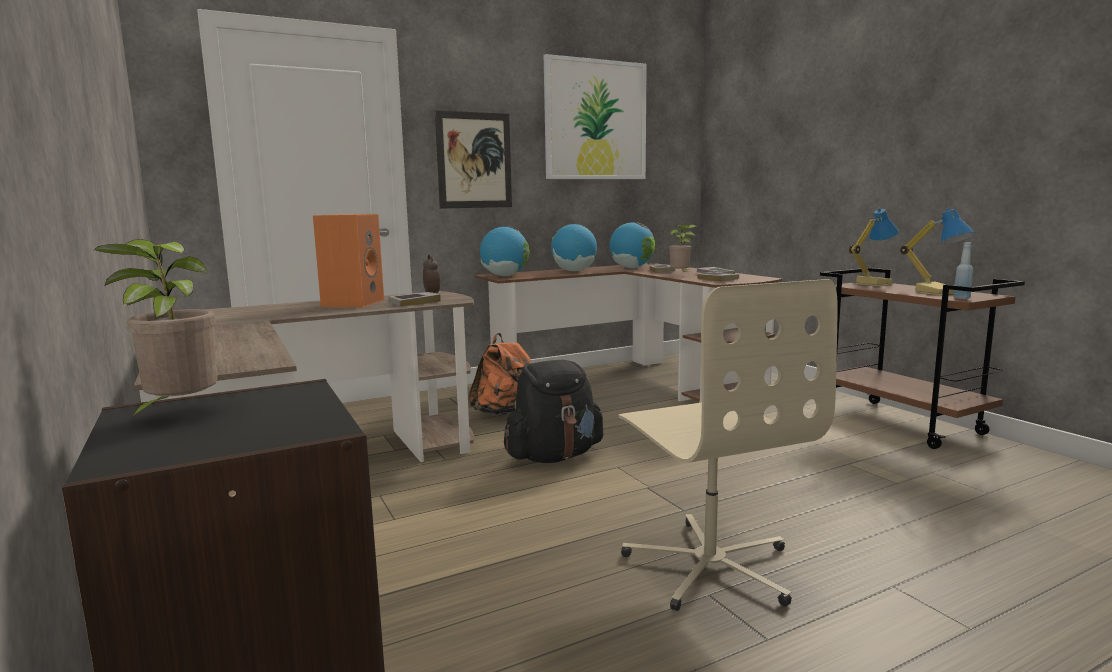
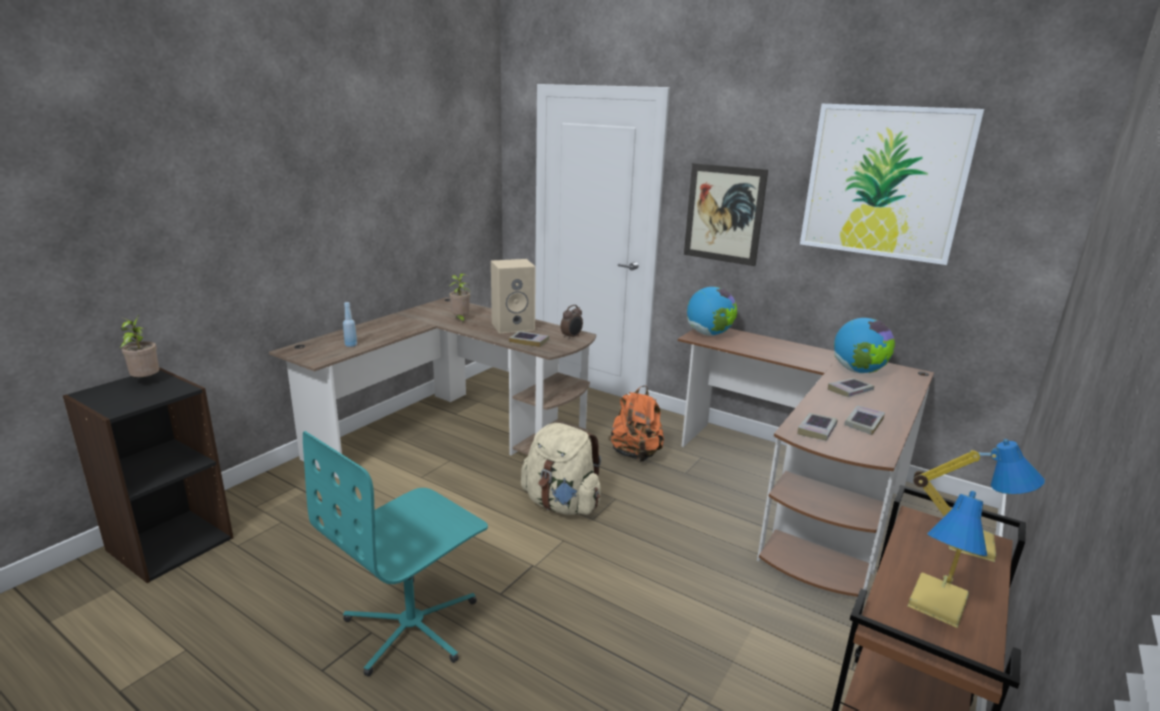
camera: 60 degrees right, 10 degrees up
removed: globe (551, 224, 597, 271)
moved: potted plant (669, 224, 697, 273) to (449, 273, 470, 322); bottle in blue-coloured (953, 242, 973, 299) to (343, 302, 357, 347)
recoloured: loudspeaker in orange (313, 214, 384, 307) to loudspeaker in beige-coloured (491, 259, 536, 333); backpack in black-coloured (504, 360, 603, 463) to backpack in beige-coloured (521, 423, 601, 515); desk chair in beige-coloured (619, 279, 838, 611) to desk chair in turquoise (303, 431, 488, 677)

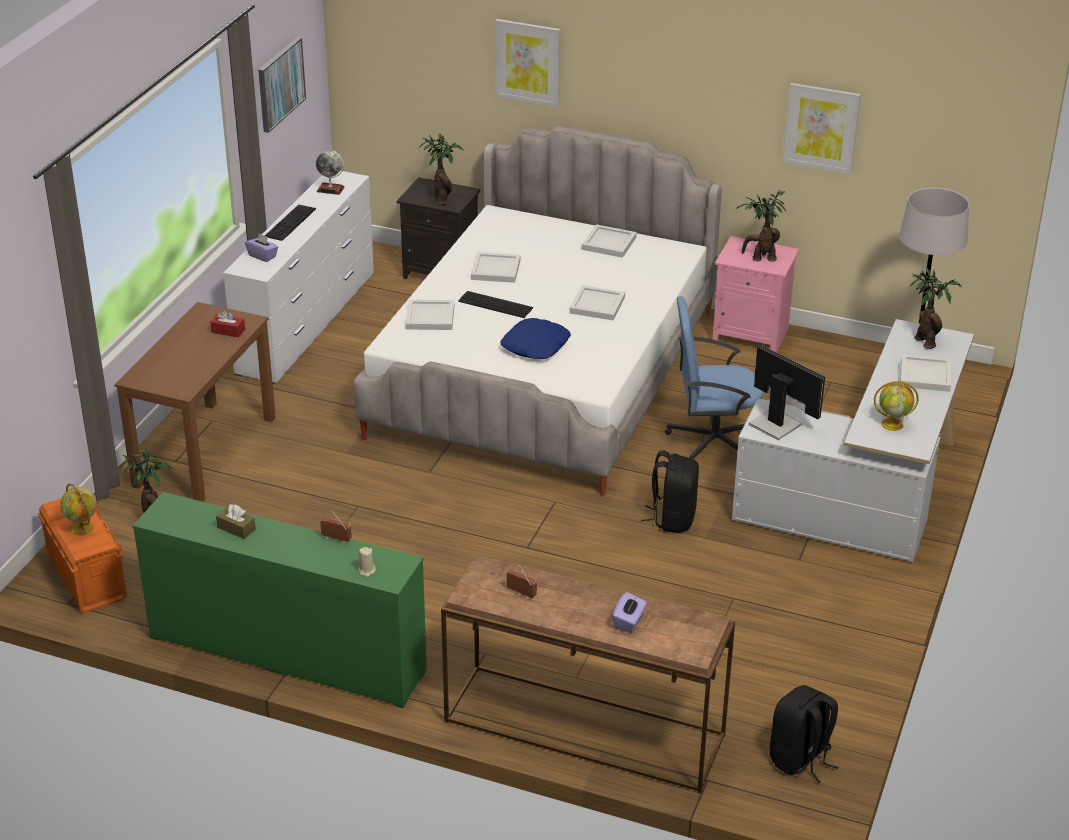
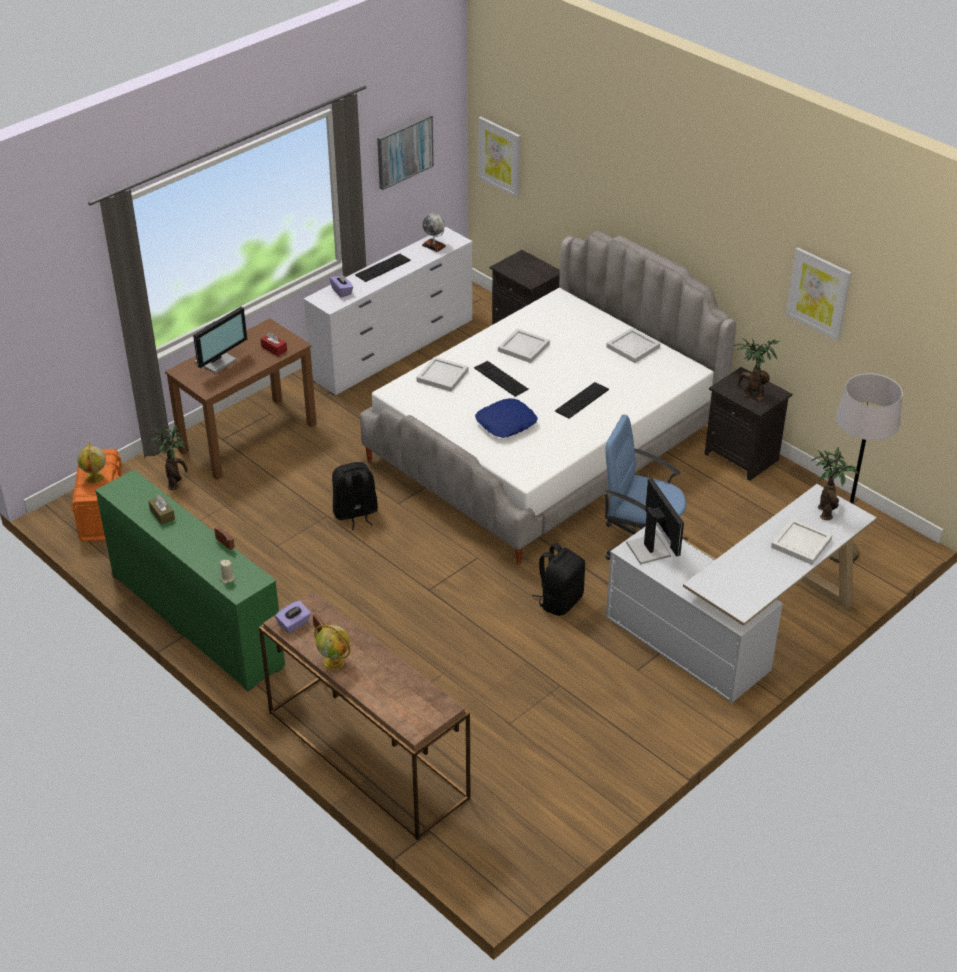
camera: 25 degrees right, 5 degrees up
removed: potted plant (419, 133, 463, 205)
added: computer screen (193, 307, 247, 374)
moved: picture (495, 19, 560, 107) to (478, 117, 520, 198); box of tissues in purple (612, 592, 647, 633) to (275, 600, 311, 633); backpack in black-coloured (769, 685, 839, 783) to (332, 462, 378, 530); globe (874, 381, 919, 431) to (314, 625, 350, 670)
replaced: tray in white-coloured (569, 285, 625, 321) to computer keyboard (555, 382, 609, 419)
recoloured: nightstand in pink (713, 236, 799, 353) to nightstand in black-coloured (705, 367, 792, 481)

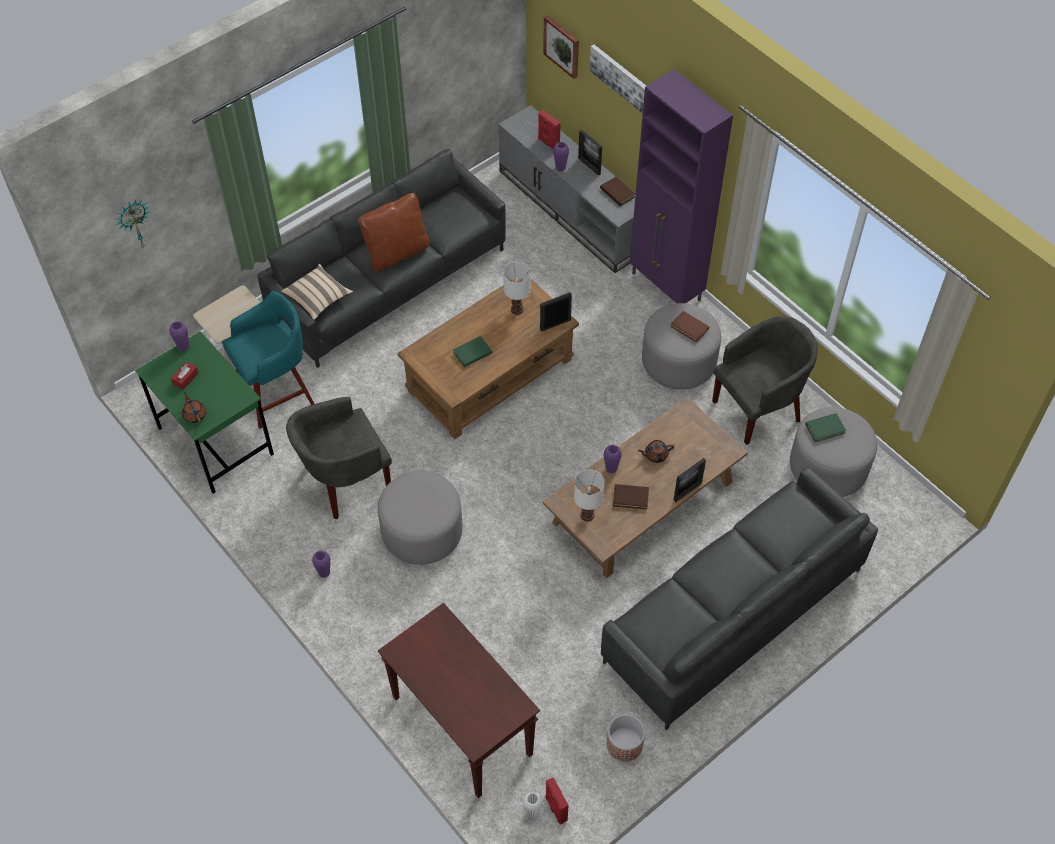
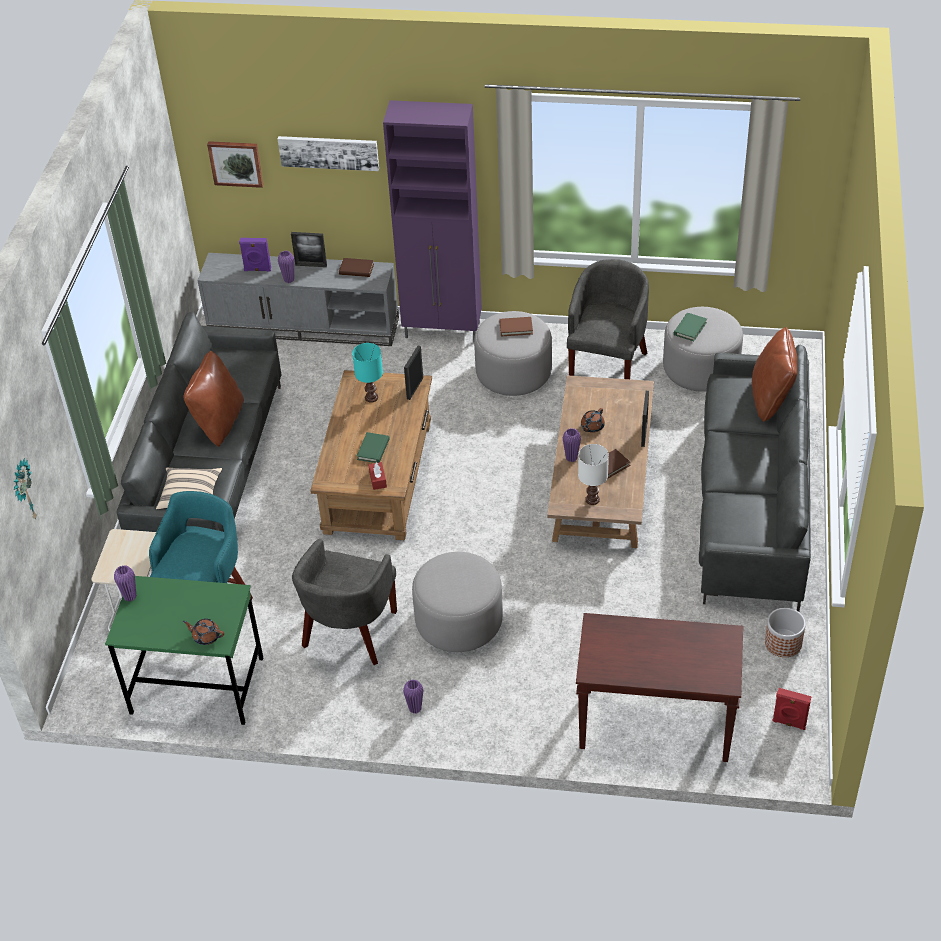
camera: 40 degrees left, 10 degrees down
removed: decorative vase in white-coloured (522, 792, 542, 818)
added: throw pillow in brown (752, 327, 797, 422)
moved: box of tissues in red-coloured (171, 362, 198, 390) to (368, 462, 387, 490)
recoloured: lamp for a table in white-coloured (503, 262, 531, 315) to lamp for a table in turquoise (352, 343, 383, 403); loudspeaker in red-coloured (538, 110, 560, 150) to loudspeaker in purple (239, 238, 271, 271)

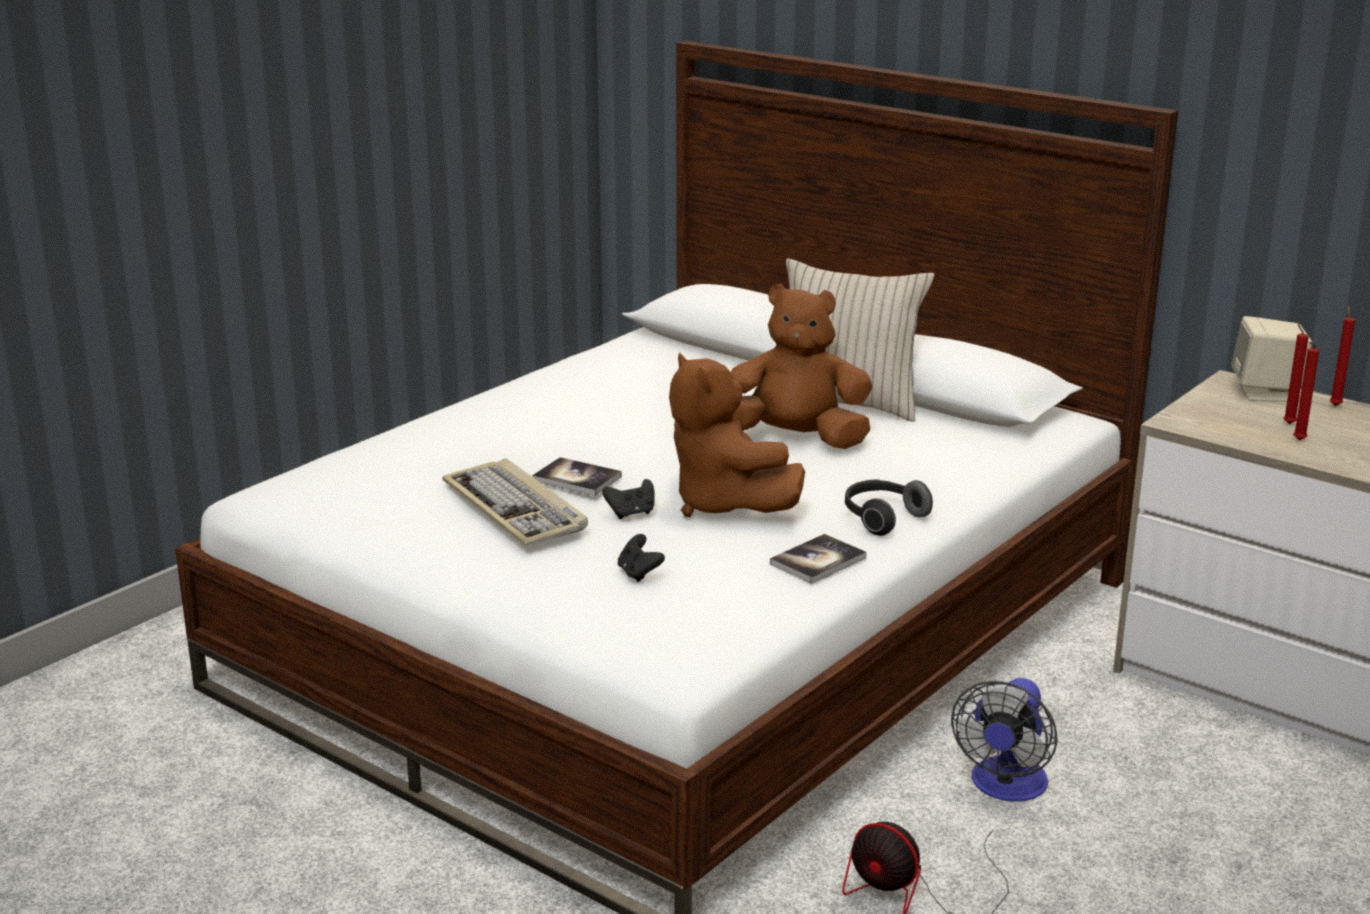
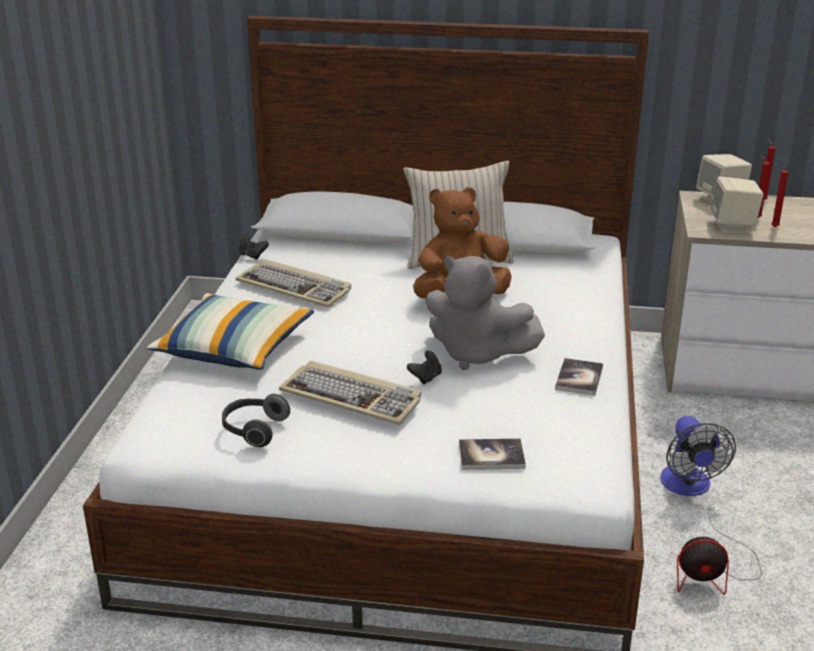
camera: 30 degrees left, 5 degrees up
added: throw pillow (147, 293, 314, 370); computer keyboard (236, 259, 351, 308); loudspeaker in beige-coloured (710, 177, 764, 233)
moved: volume (532, 457, 622, 496) to (459, 439, 526, 470); gamepad in black-coloured (618, 534, 665, 582) to (239, 235, 269, 260); headset (845, 480, 933, 536) to (222, 394, 290, 447)
recoloured: soft toy in brown (669, 353, 805, 517) to soft toy in grey (425, 255, 545, 370)

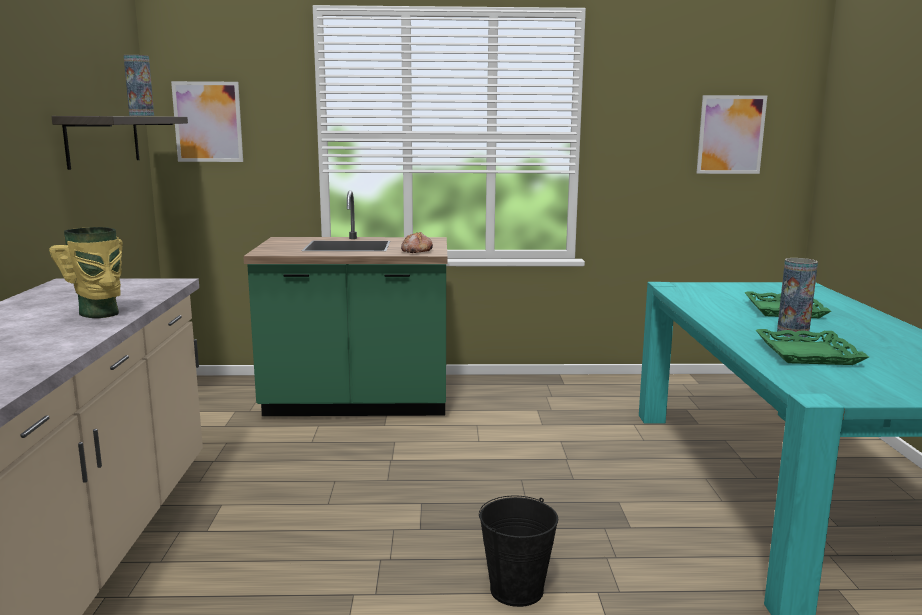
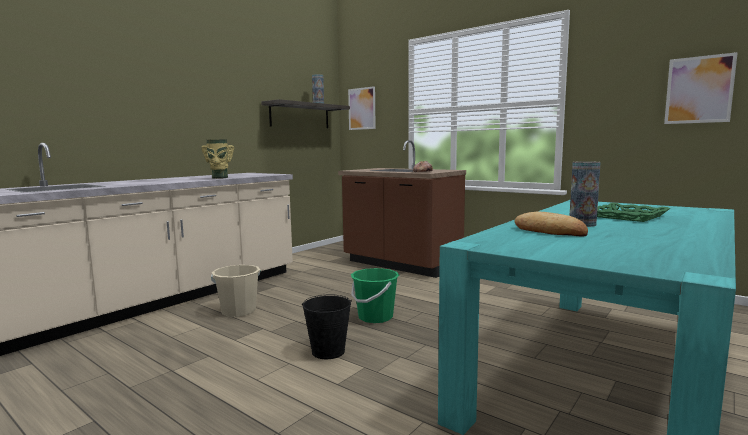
camera: 40 degrees right, 5 degrees down
added: bucket in beige-coloured (211, 265, 261, 317); bucket in green (351, 268, 399, 323)
replaced: tray in green (756, 329, 869, 365) to bread (514, 212, 588, 236)
recoloured: counter in green (243, 190, 447, 416) to counter in brown (338, 140, 466, 278)

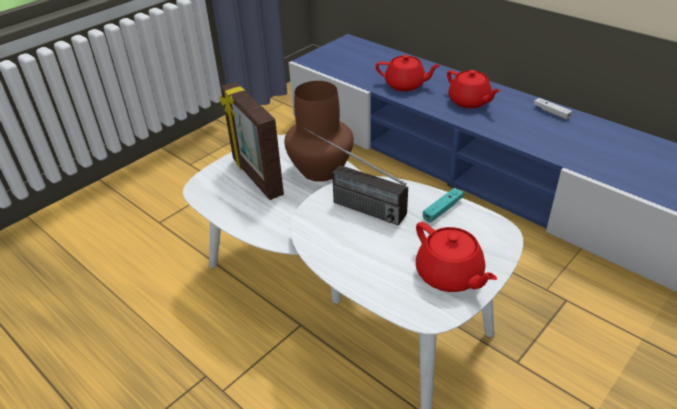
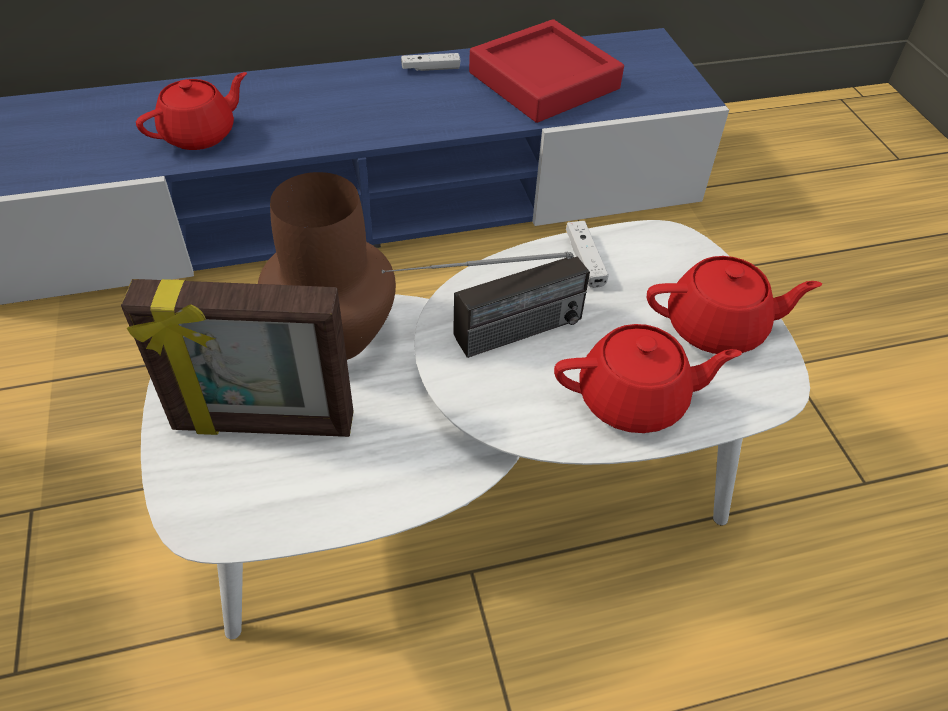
camera: 60 degrees left, 10 degrees up
added: tray in red-coloured (469, 19, 624, 123)
moved: pot for tea in red-coloured (447, 70, 500, 108) to (554, 324, 742, 433)
recoloured: gamepad in turquoise (423, 188, 464, 222) to gamepad in white-coloured (566, 221, 609, 288)

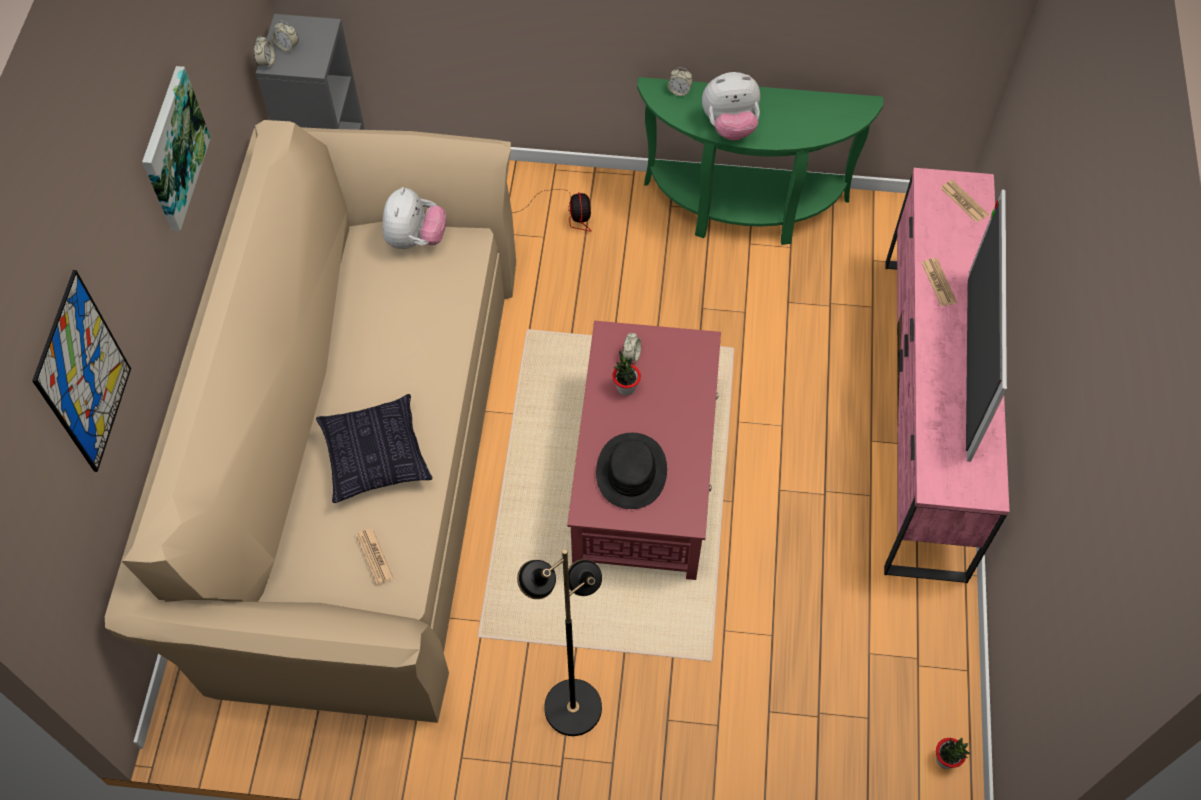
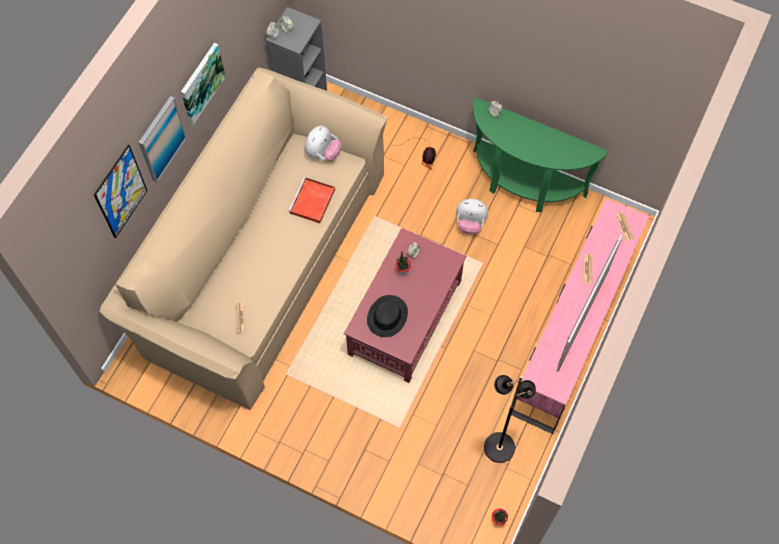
camera: 20 degrees right, 5 degrees up
removed: throw pillow (316, 394, 432, 503)
added: picture (138, 96, 187, 182); tray in red-coloured (288, 177, 335, 223)
moved: standard lamp in black-coloured (517, 549, 602, 736) to (484, 375, 536, 463); soft toy (702, 72, 760, 141) to (457, 199, 488, 234)

